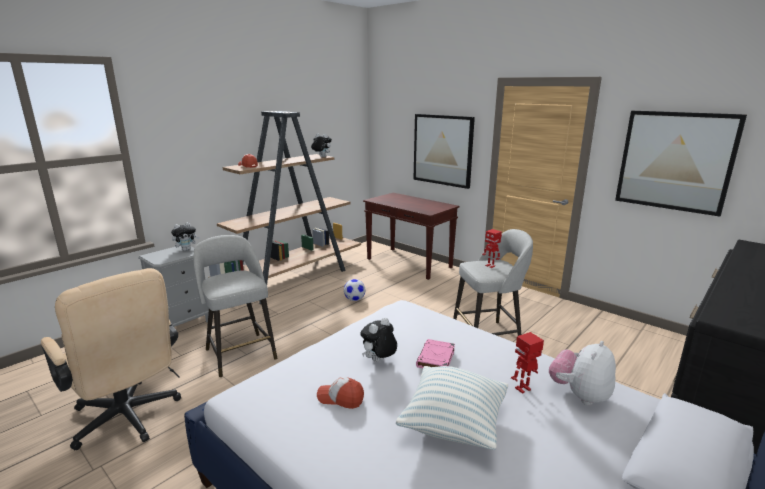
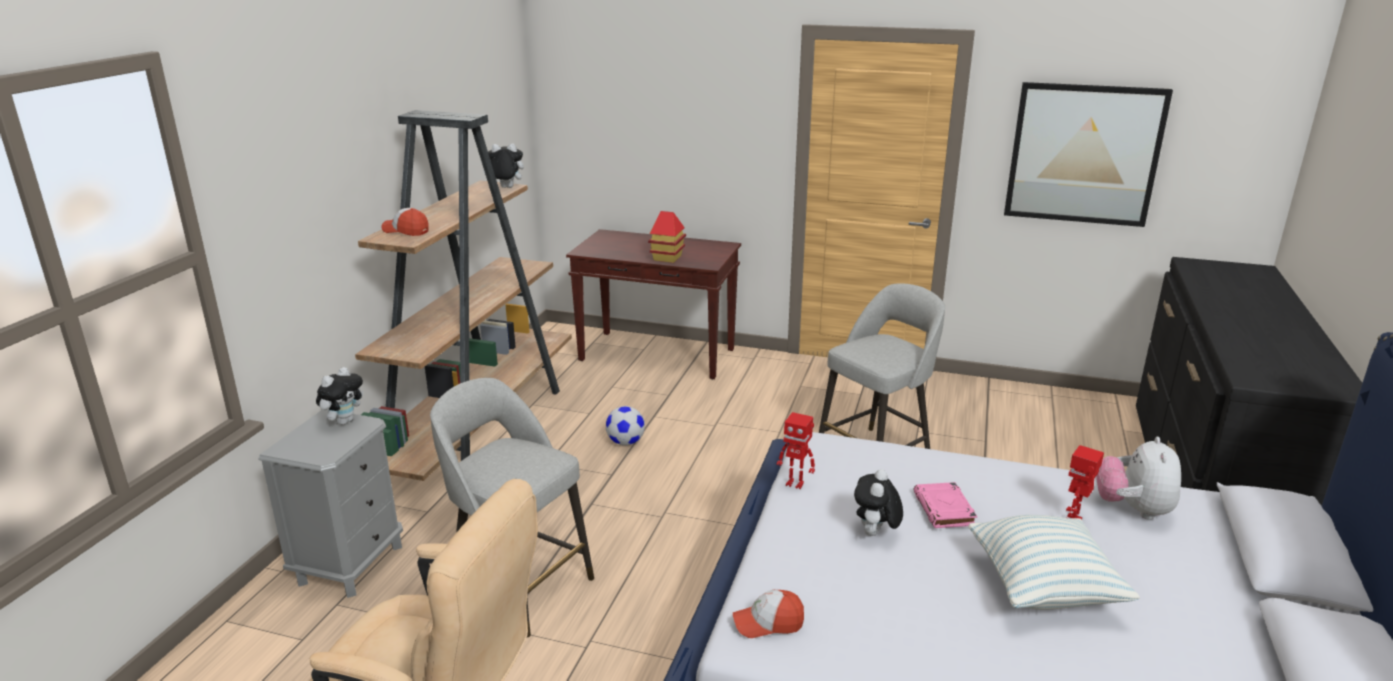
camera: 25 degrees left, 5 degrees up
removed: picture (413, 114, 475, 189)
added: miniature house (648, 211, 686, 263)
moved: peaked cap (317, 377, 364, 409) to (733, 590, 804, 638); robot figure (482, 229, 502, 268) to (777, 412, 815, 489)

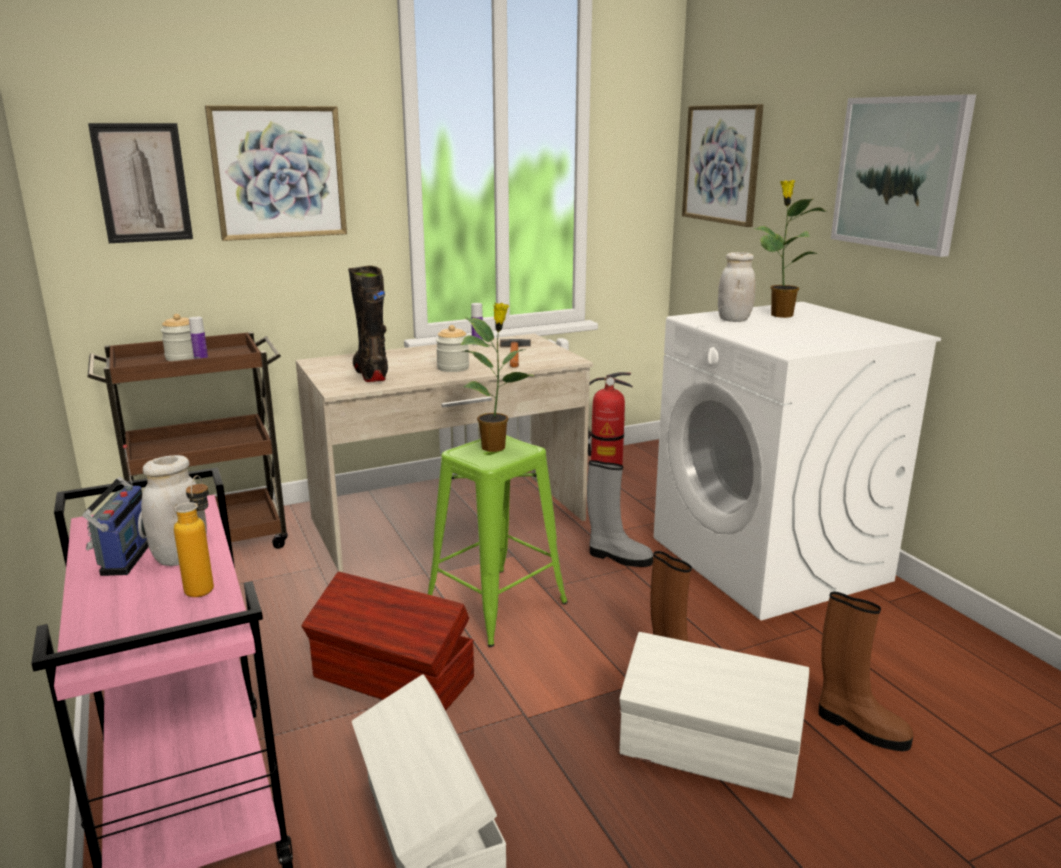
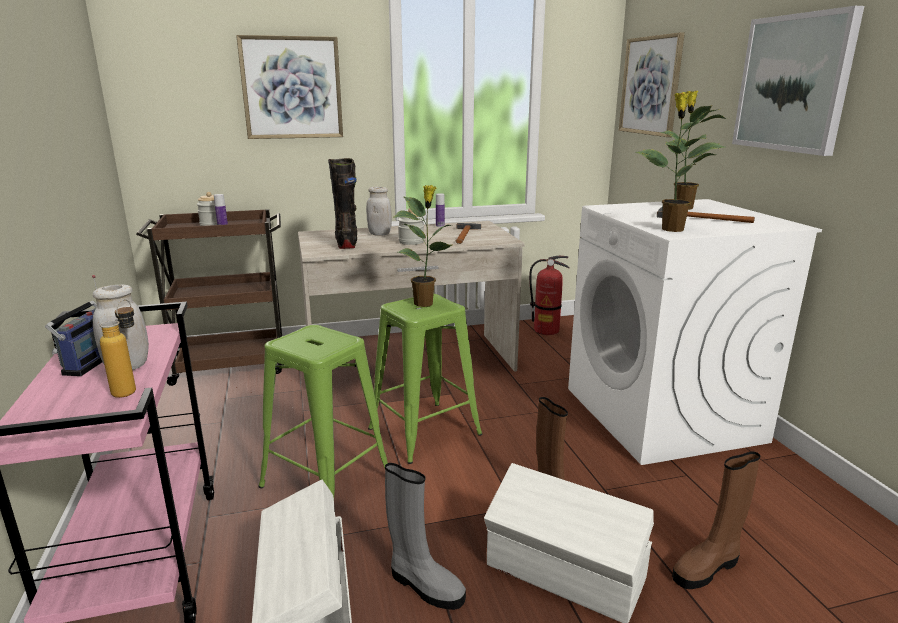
camera: 10 degrees right, 0 degrees up
removed: picture (88, 123, 193, 243)
added: potted plant (636, 92, 725, 232); tool hammer (657, 207, 755, 223)
moved: boot in grey (587, 460, 653, 567) to (385, 463, 466, 610); preserve jar in white-coloured (718, 252, 756, 322) to (366, 187, 392, 236)
replaced: storage bin in brown (301, 571, 474, 711) to stool seat in green (258, 325, 388, 497)
turned: boot in brown (818, 591, 913, 751) = (672, 452, 760, 589) 105 degrees clockwise

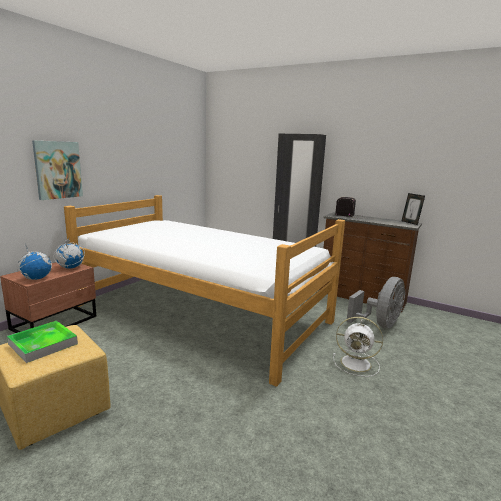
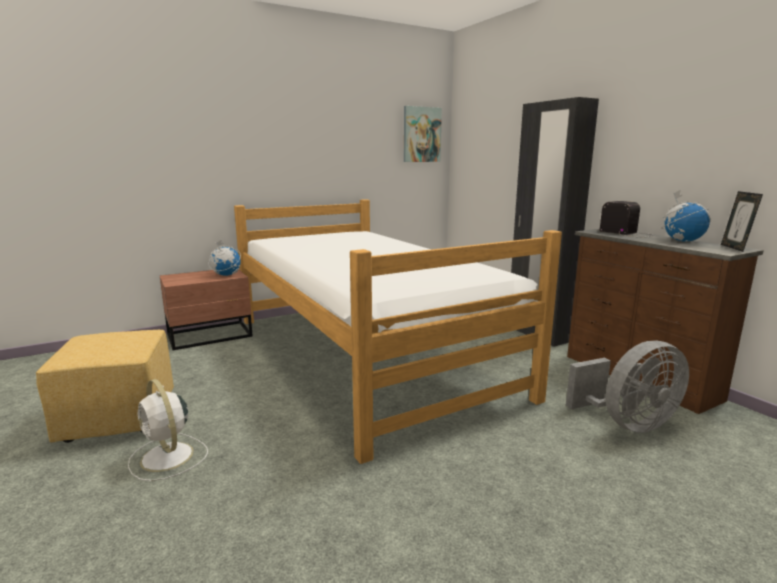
camera: 30 degrees right, 0 degrees up
removed: tray (7, 321, 78, 363)
moved: globe (17, 244, 52, 280) to (661, 190, 711, 242); picture (32, 140, 83, 200) to (404, 106, 442, 162); cooling fan in white-coloured (333, 317, 383, 377) to (128, 379, 208, 481)

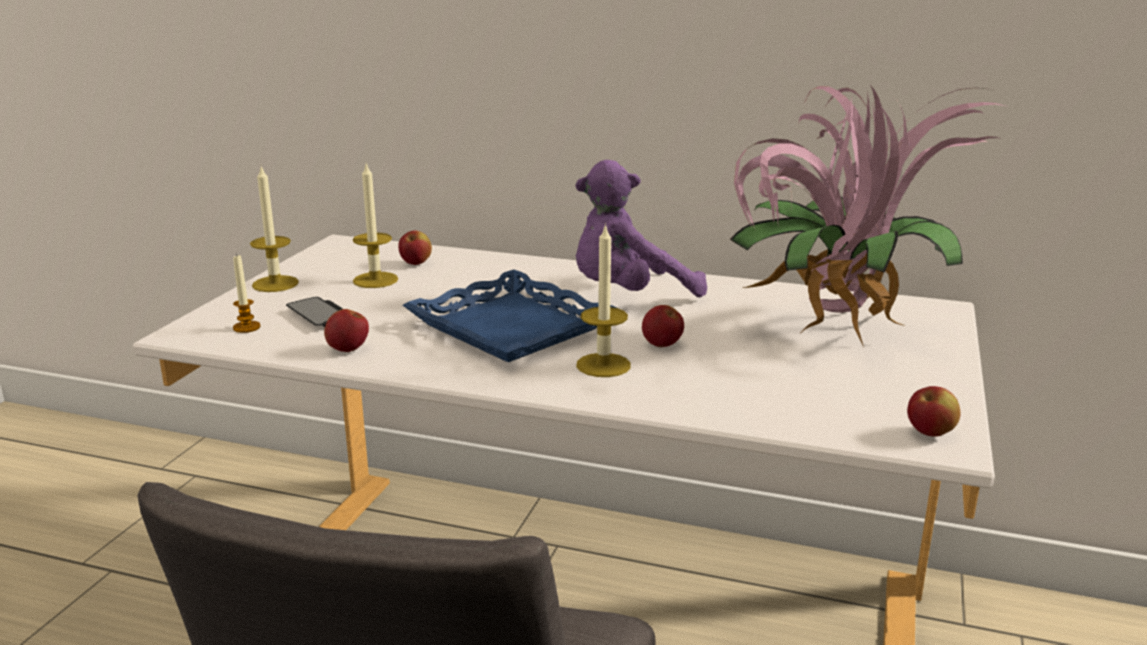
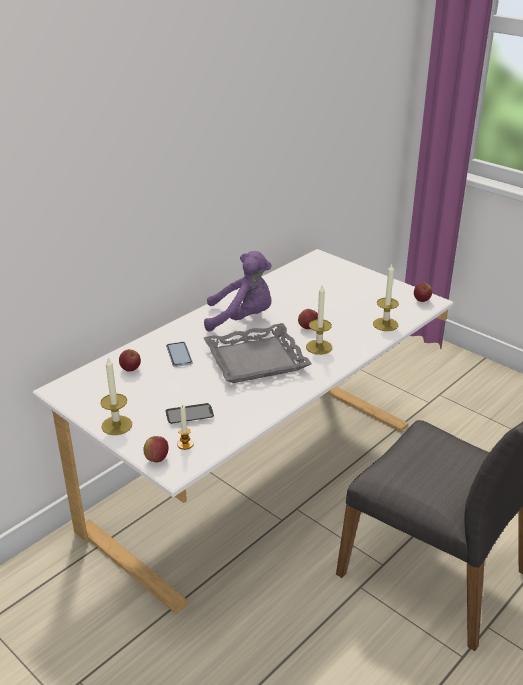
camera: 65 degrees left, 10 degrees up
removed: potted plant (730, 85, 1005, 347)
added: telephone (166, 342, 192, 367)
moved: apple (324, 309, 369, 352) to (143, 436, 169, 463); candle (353, 164, 398, 288) to (373, 264, 399, 331)
recoloured: tray in blue-coloured (403, 270, 617, 362) to tray in grey (204, 323, 312, 383)
turned: soft toy in purple (575, 160, 707, 297) = (204, 251, 272, 332) 90 degrees counterclockwise

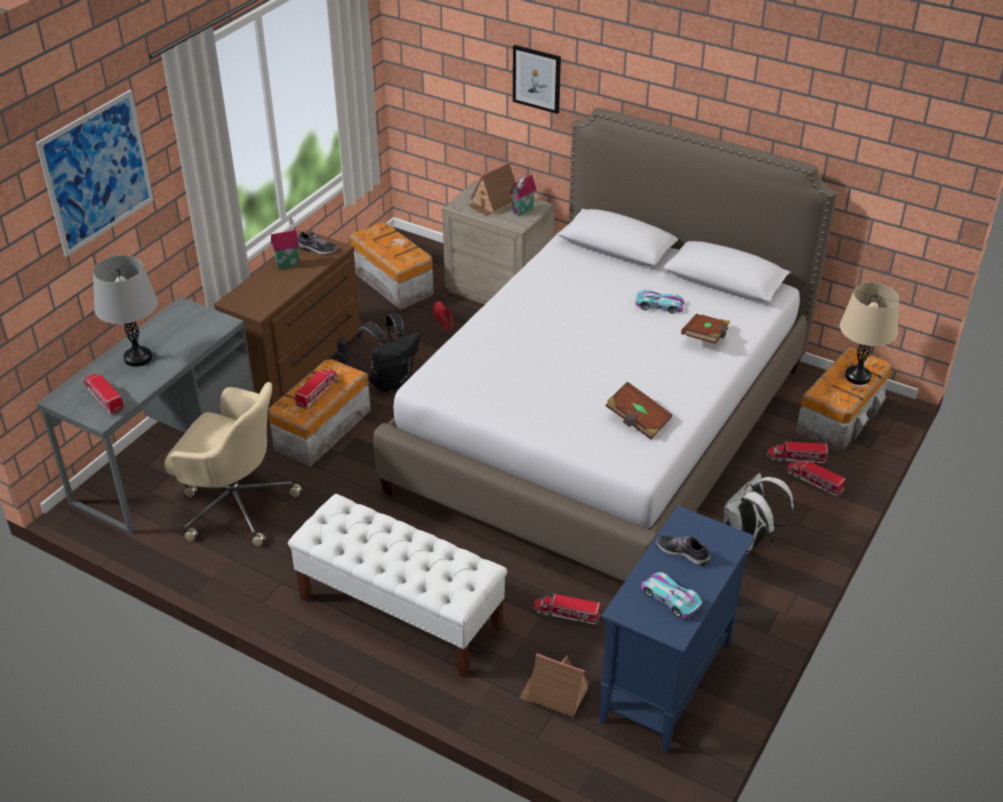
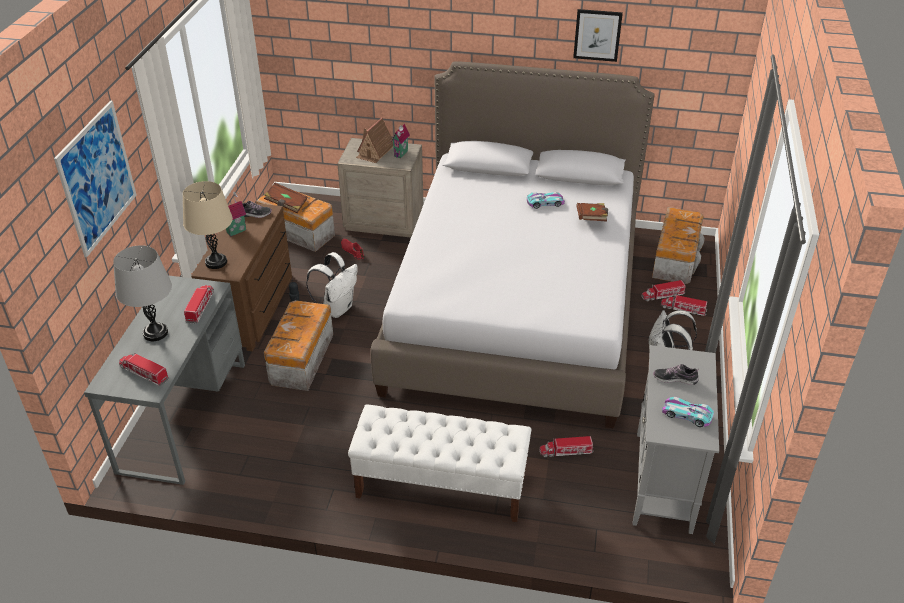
camera: 20 degrees left, 0 degrees up
removed: desk chair in beige-coloured (164, 382, 302, 546); miniature house (519, 653, 590, 718)
moved: toy lorry (295, 370, 338, 409) to (184, 285, 214, 324); picture (513, 45, 561, 114) to (573, 9, 623, 62); volume in brown (605, 382, 673, 440) to (264, 182, 307, 213); lamp for a table in beige-coloured (840, 283, 899, 385) to (183, 181, 233, 269)
recoloured: backpack in black-coloured (357, 313, 420, 392) to backpack in white-coloured (306, 252, 358, 318); cabinet in blue-coloured (599, 506, 755, 753) to cabinet in grey (632, 345, 719, 534)

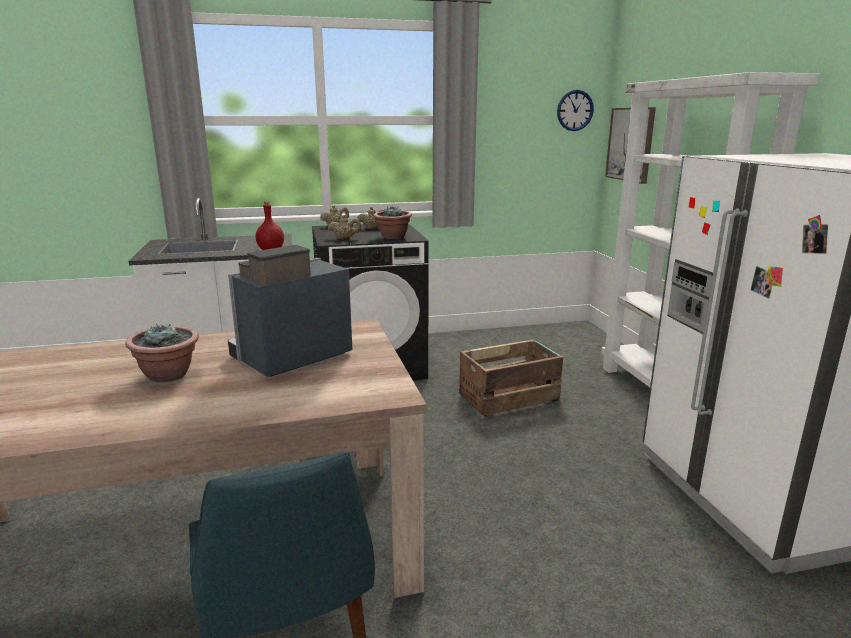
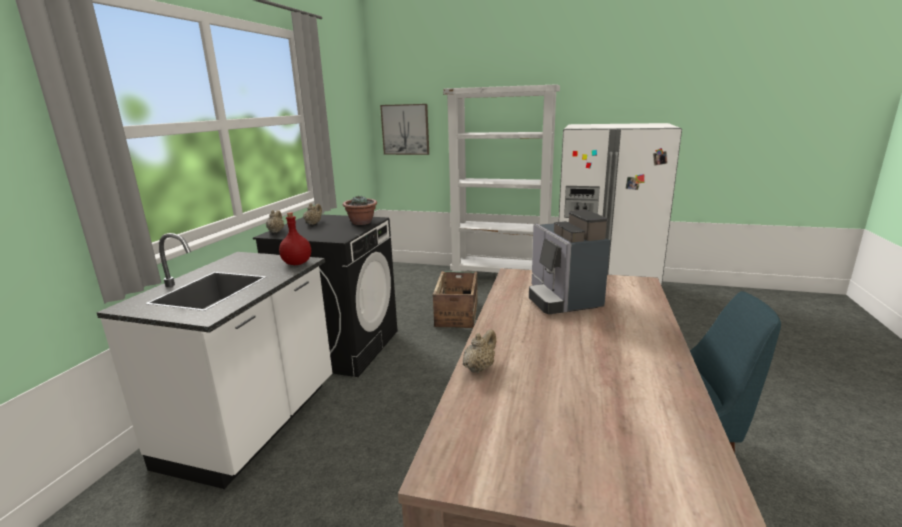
camera: 60 degrees left, 0 degrees up
removed: potted plant (125, 324, 199, 383); clock on the wall (557, 90, 594, 131)
moved: pot for tea in beige-coloured (328, 215, 361, 239) to (463, 329, 496, 374)

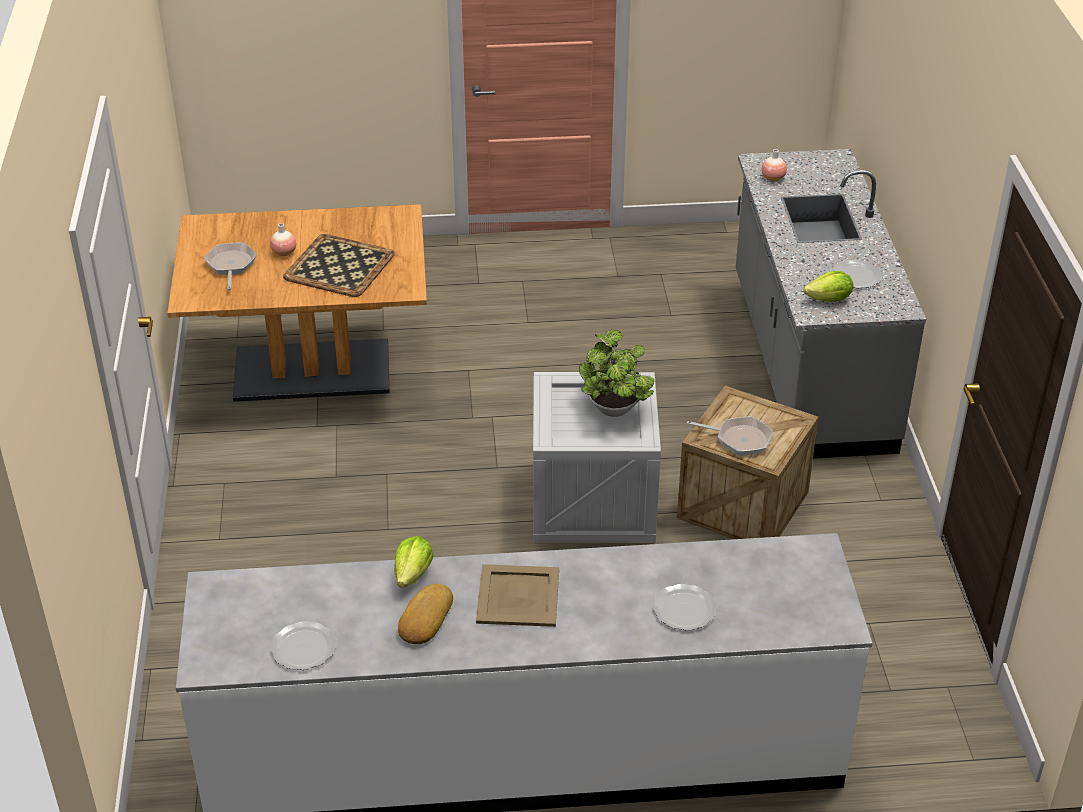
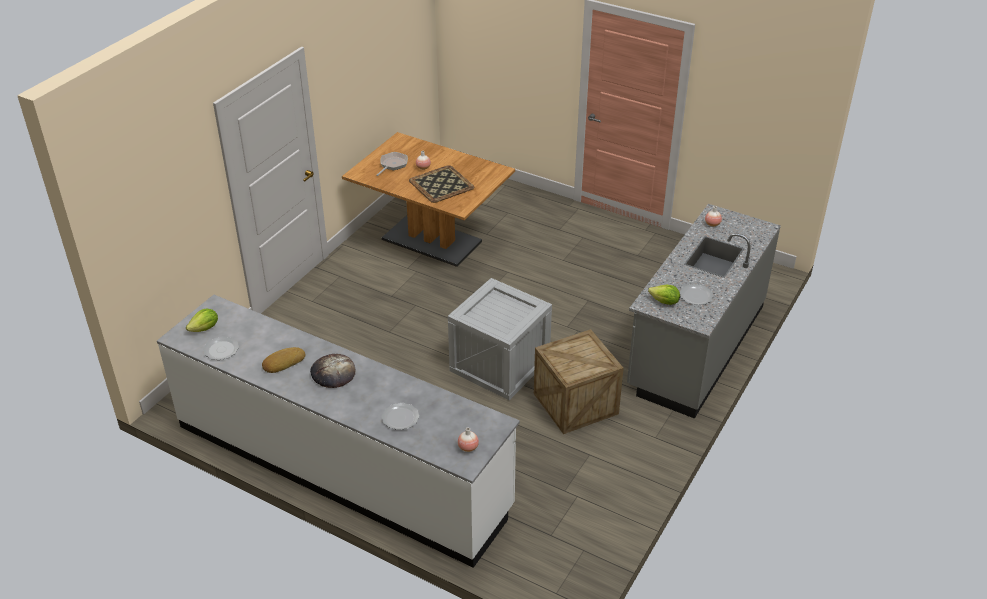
camera: 35 degrees right, 0 degrees up
removed: potted plant (579, 330, 654, 417); pan (687, 416, 773, 456)
added: decorative vase (458, 427, 479, 452)
moved: lettuce (394, 536, 434, 588) to (186, 308, 218, 332)
replaced: tray in beige-coloured (476, 564, 559, 627) to bread (310, 354, 355, 388)

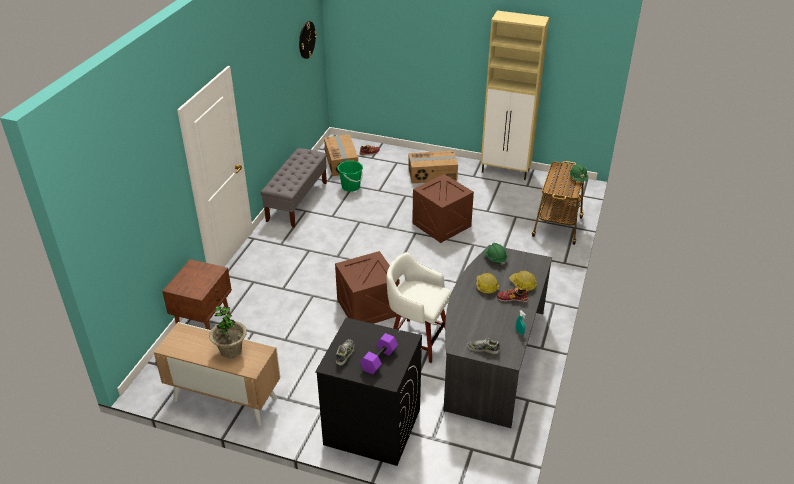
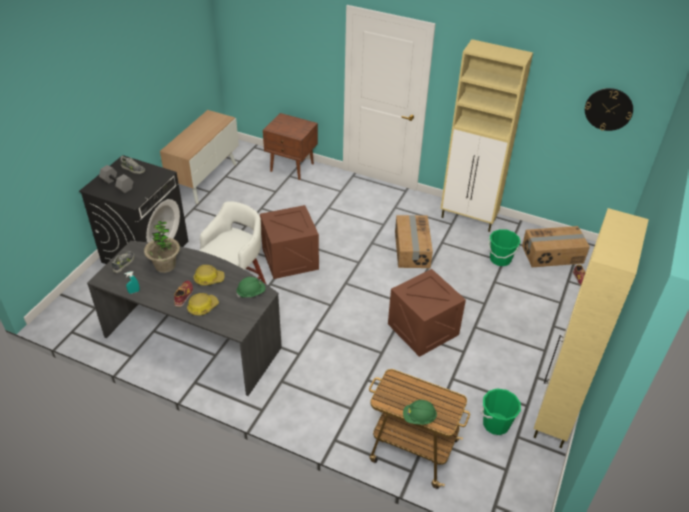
camera: 95 degrees right, 5 degrees up
added: bucket in green (481, 388, 521, 435)
moved: potted plant (209, 306, 247, 358) to (144, 221, 180, 273); packing box (408, 151, 458, 183) to (395, 215, 433, 268)
replaced: bench in grey (260, 148, 327, 228) to cabinet in beige-coloured (441, 39, 533, 232)
recoloured: hand weight in purple (360, 333, 398, 375) to hand weight in grey (99, 165, 133, 193)

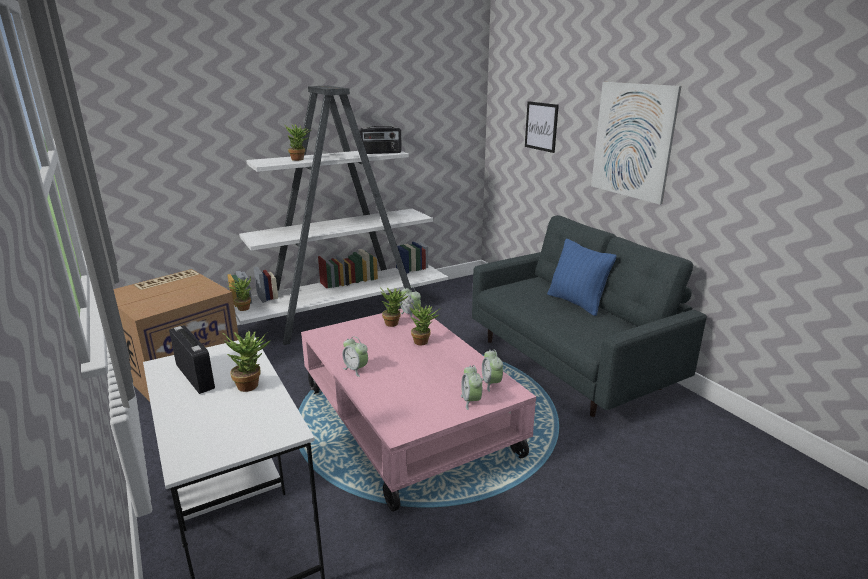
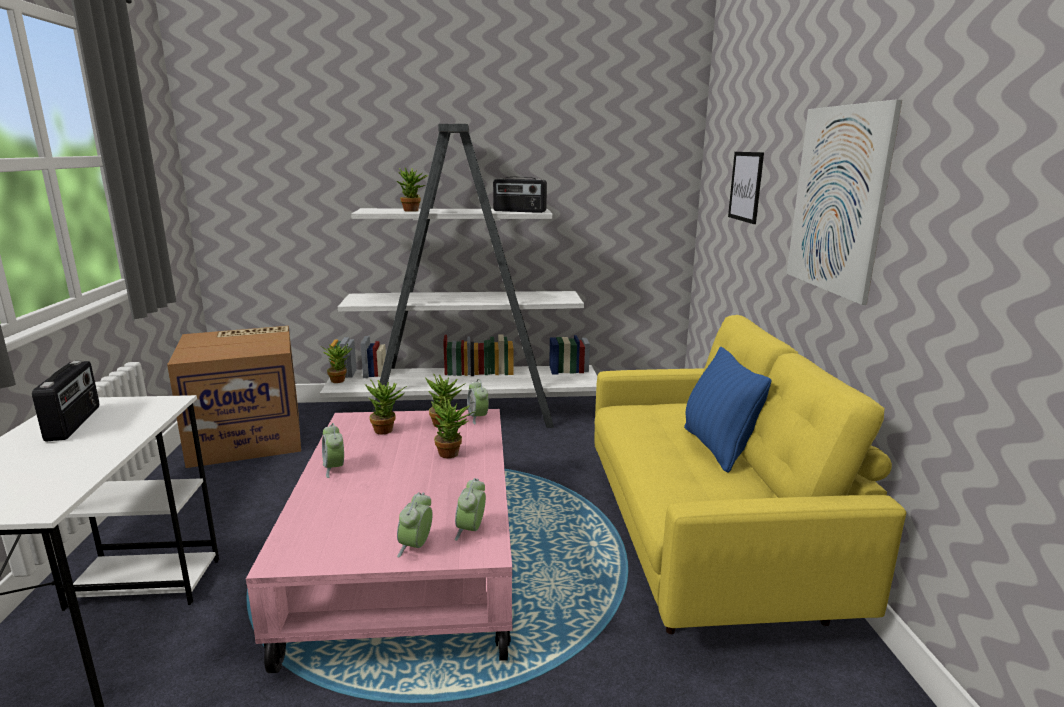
camera: 25 degrees right, 5 degrees down
moved: potted plant (222, 331, 271, 392) to (365, 380, 407, 435)
recoloured: couch in grey (472, 215, 707, 417) to couch in yellow-coloured (594, 315, 906, 634)

